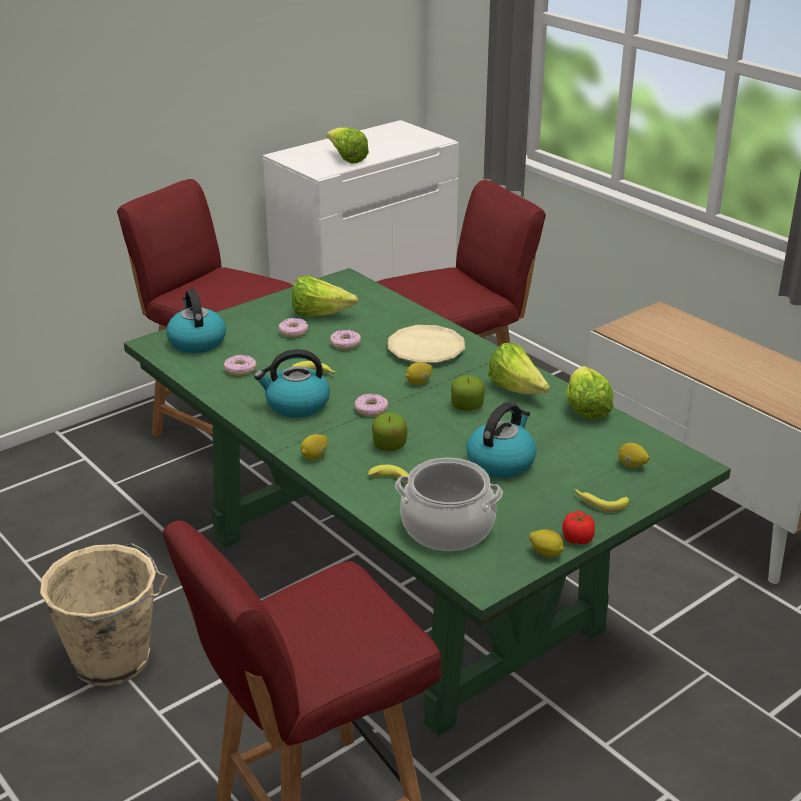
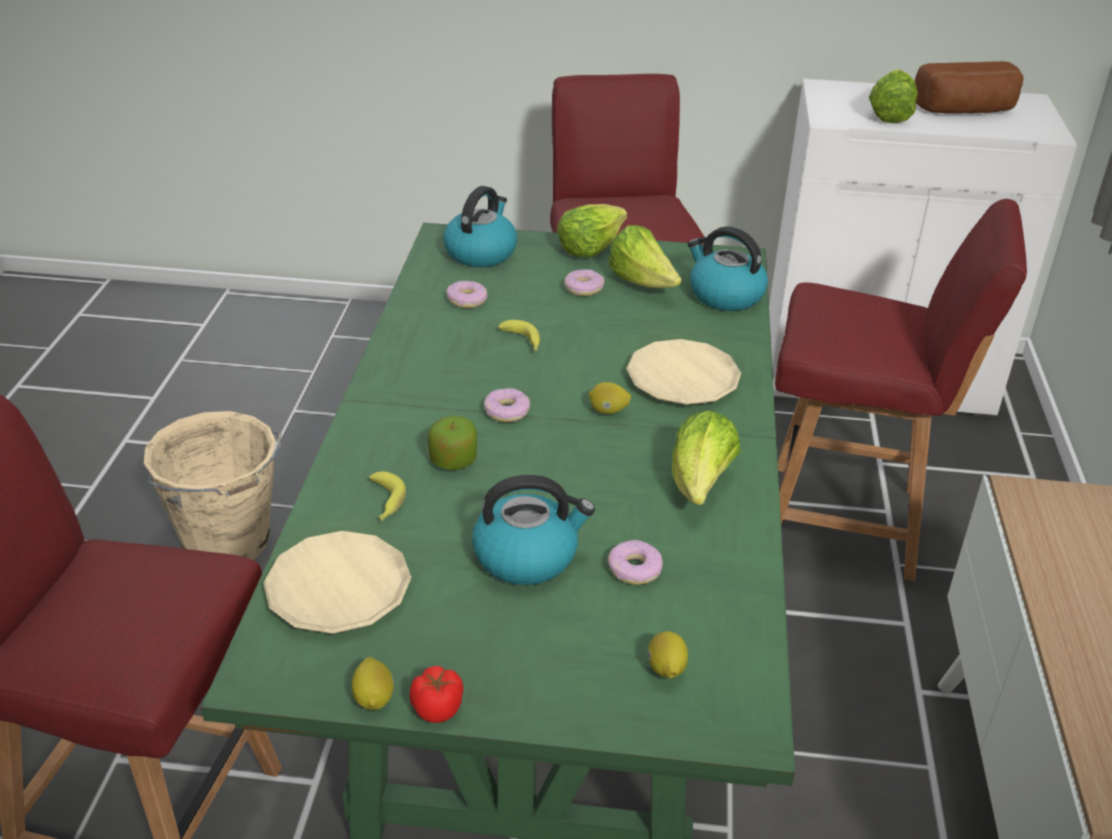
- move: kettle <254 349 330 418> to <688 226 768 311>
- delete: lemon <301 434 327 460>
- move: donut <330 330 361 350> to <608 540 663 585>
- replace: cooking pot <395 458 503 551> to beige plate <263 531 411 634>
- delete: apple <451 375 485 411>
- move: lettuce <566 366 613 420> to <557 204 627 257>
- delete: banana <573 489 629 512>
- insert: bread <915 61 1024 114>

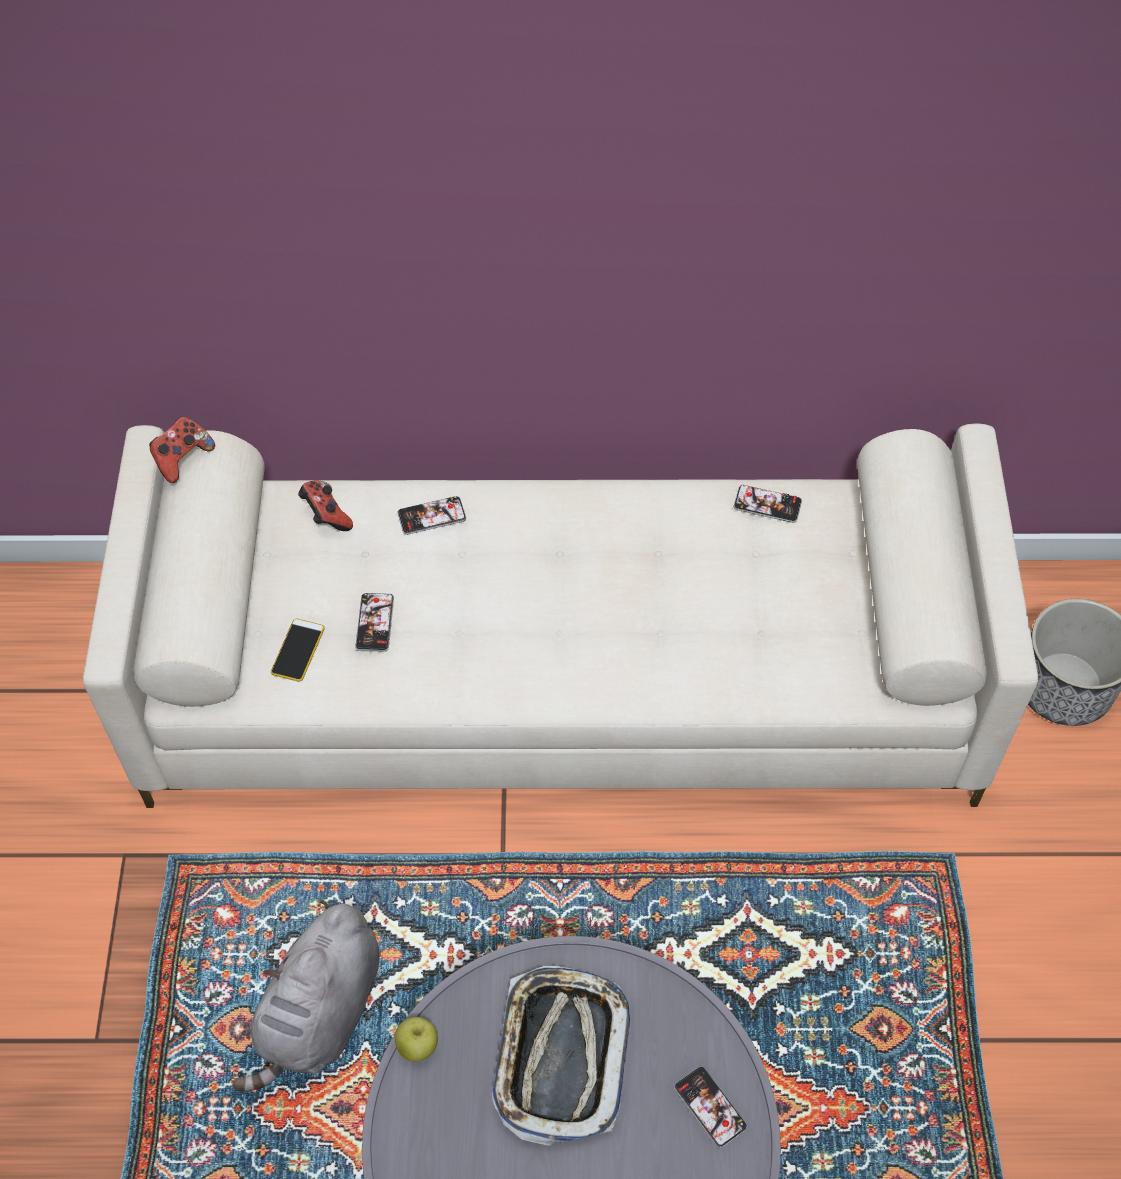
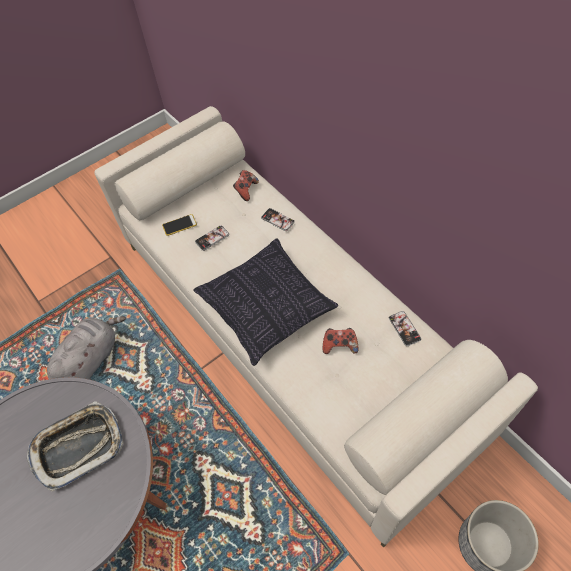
- move: game controller <149 417 215 483> to <323 328 359 354>
- rotate: grey plush toy <233 900 379 1092> = <47 316 126 380> 135 degrees clockwise
- delete: apple <395 1017 438 1061>
- delete: phone <674 1066 747 1148>
- insert: pillow <193 238 338 366>

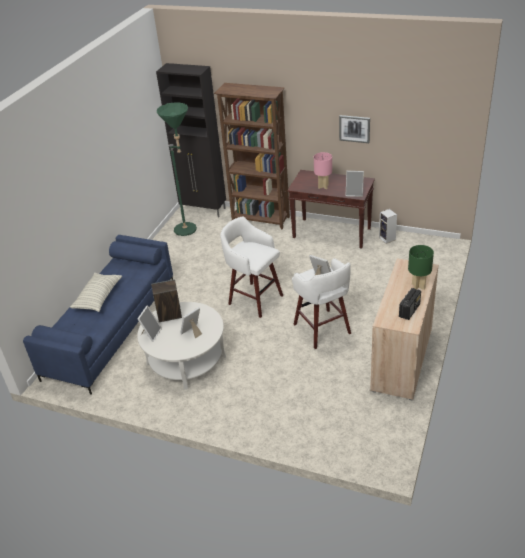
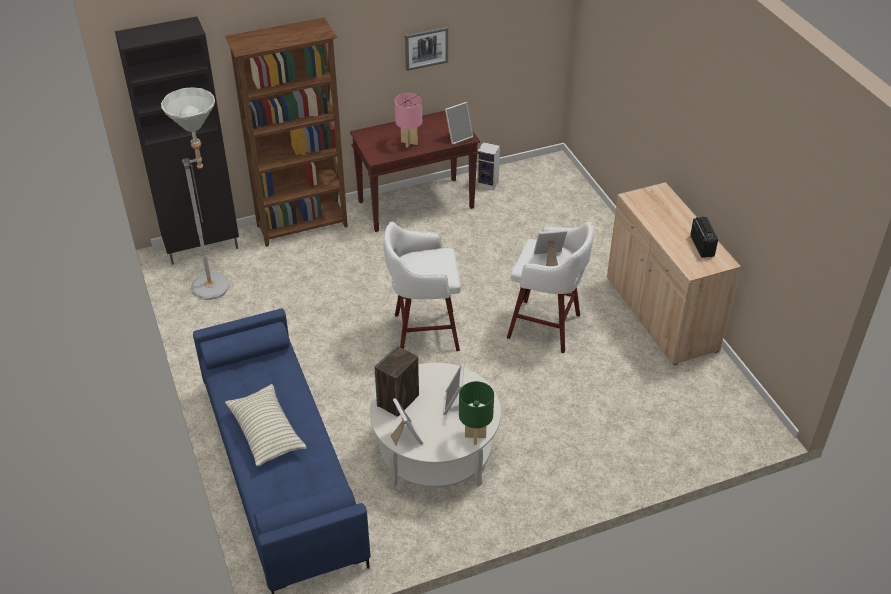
- recolor: green floor lamp <157 102 197 236> to grey floor lamp <161 87 230 300>
- move: green table lamp <408 245 434 290> to <459 381 494 445>

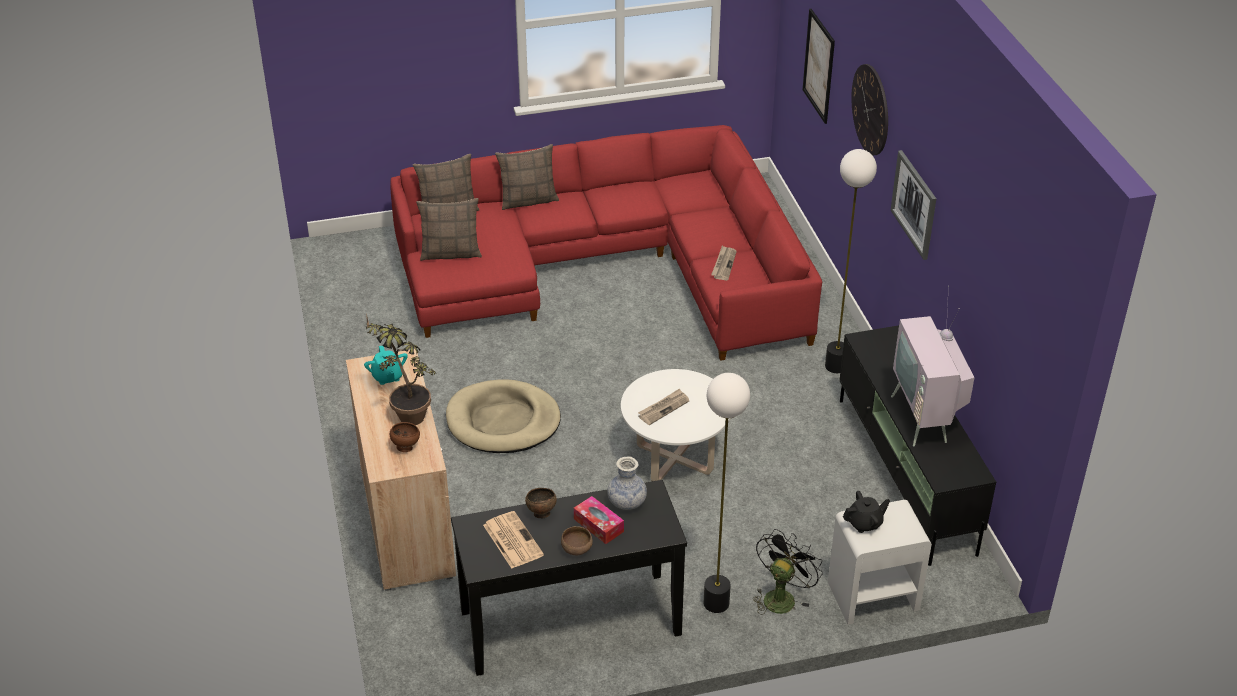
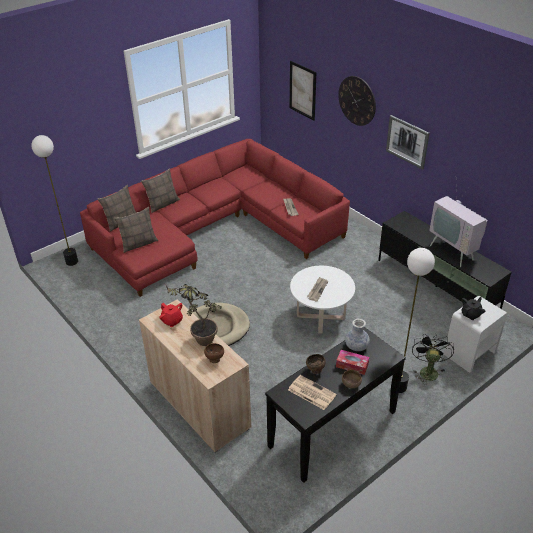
- recolor: turquoise teapot <364 345 408 385> to red teapot <159 303 183 327>
- move: floor lamp <825 149 877 373> to <31 135 78 266>

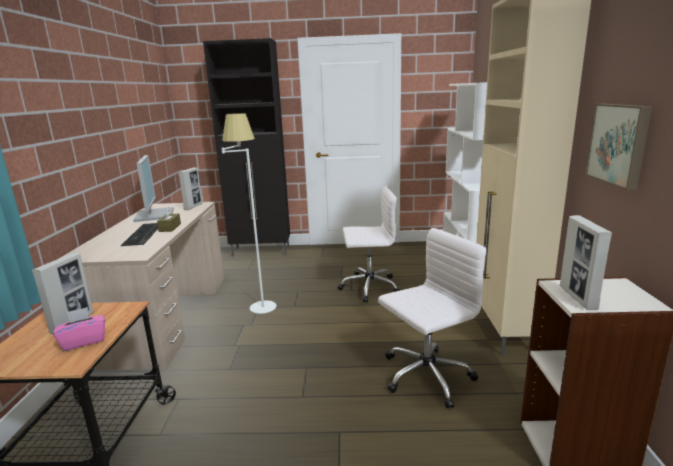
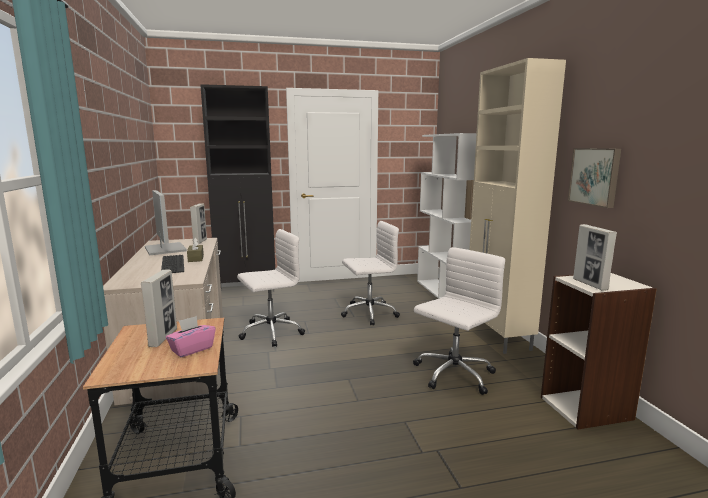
- replace: white floor lamp <222 113 277 314> to white office chair <237 229 305 347>

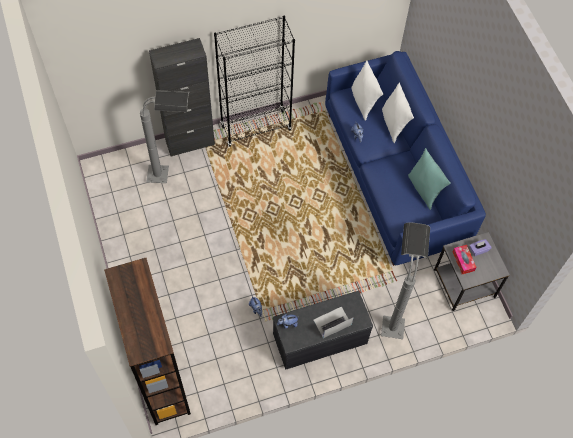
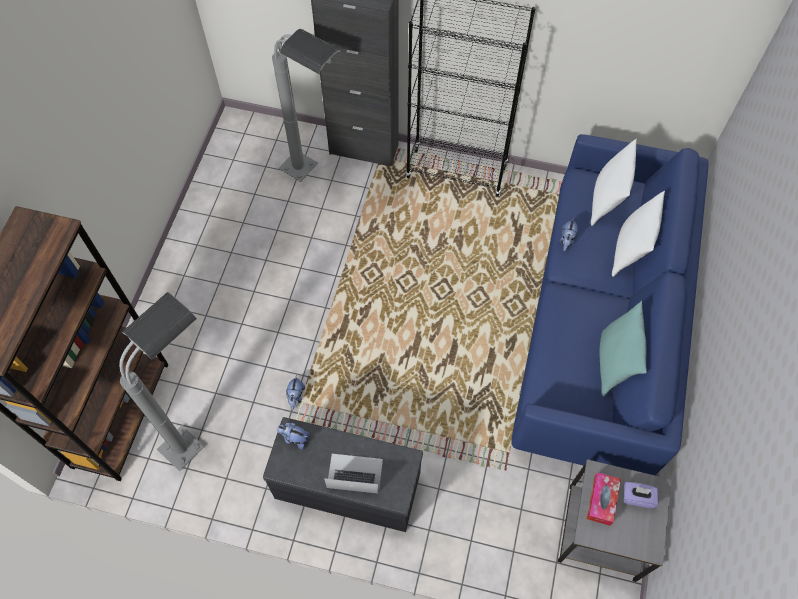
- move: grey floor lamp <381 222 430 339> to <119 292 205 471>

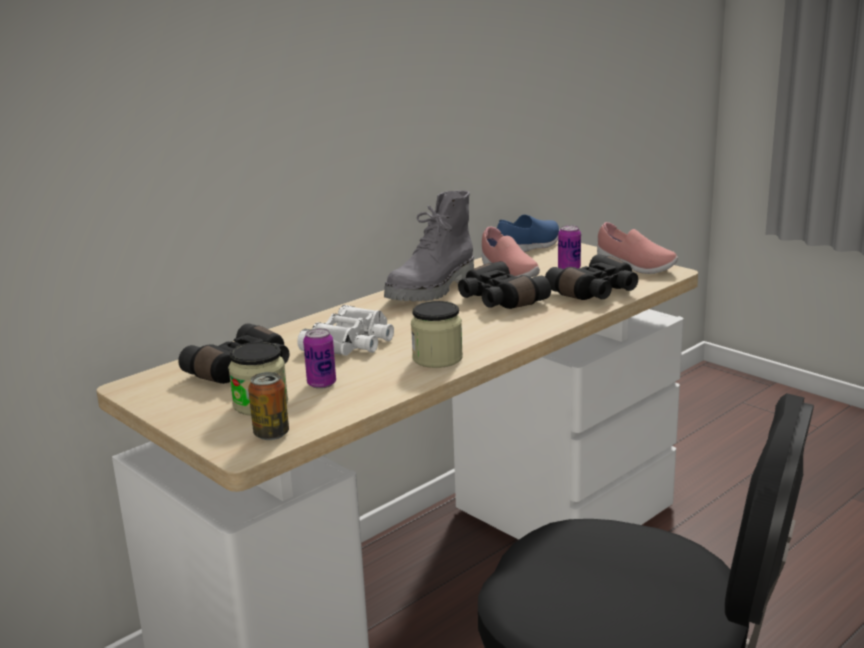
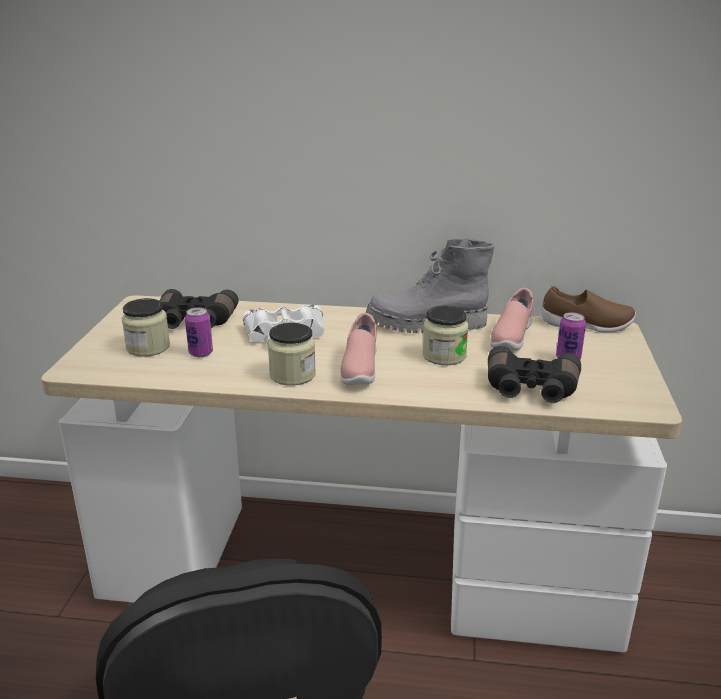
- delete: can <248 372 289 440>
- replace: black binoculars <458 261 551 309> to jar <422 306 468 365>
- recolor: blue shoe <497 215 560 252> to brown shoe <542 286 636 333>
- move: pink shoe <597 222 678 274> to <340 313 377 385>

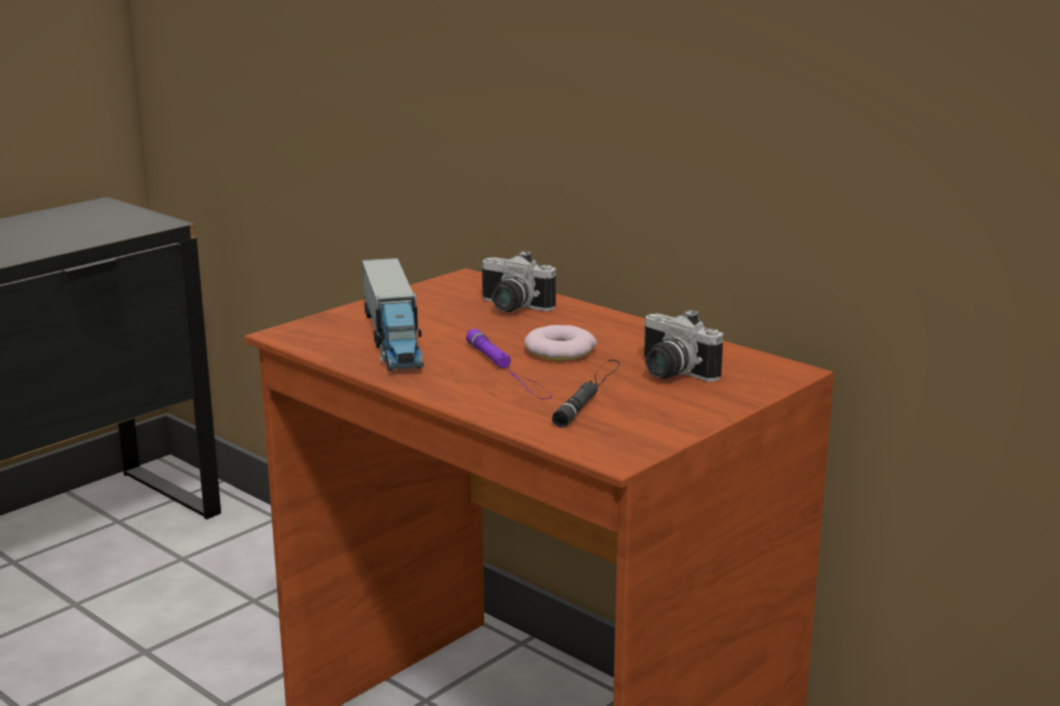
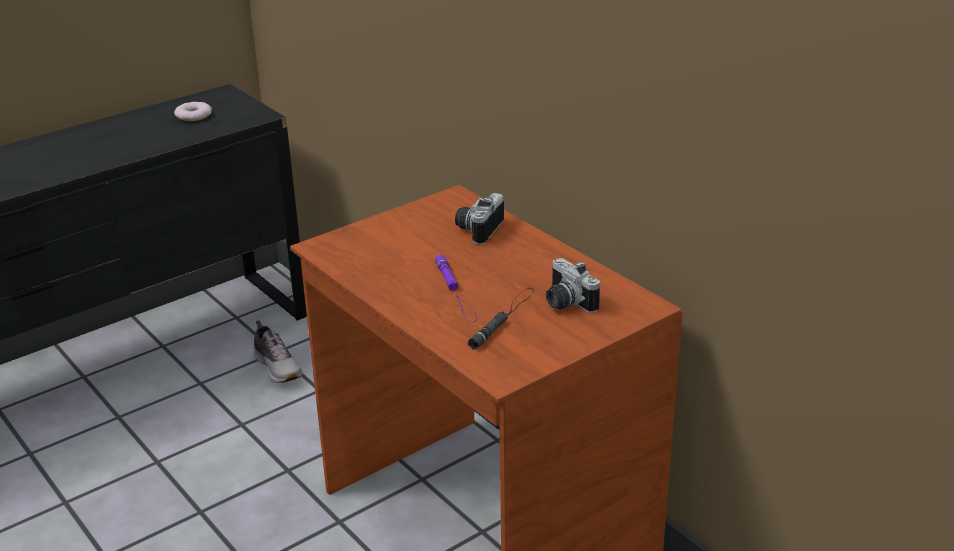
- delete: toy truck <362 258 424 371>
- rotate: photo camera <481 250 556 312> = <455 193 504 245> 75 degrees clockwise
- move: donut <525 325 597 361> to <174 102 212 121>
- insert: shoe <254 320 302 383>

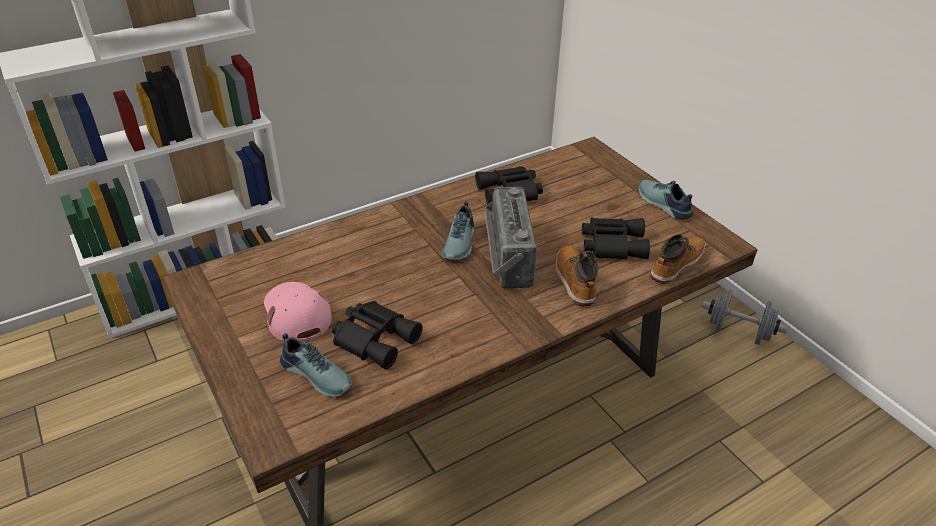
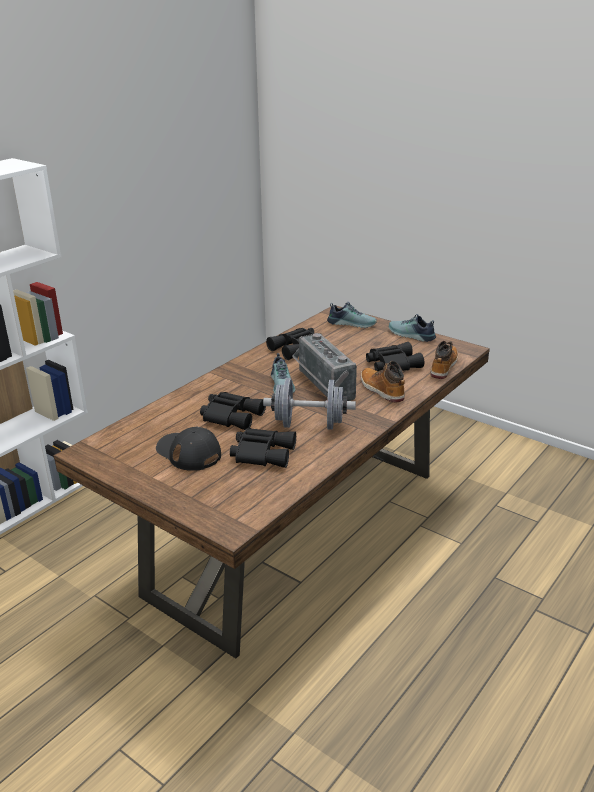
- recolor: pink cap <264 282 332 342> to black cap <156 426 221 471>
- move: shoe <280 333 352 397> to <327 302 377 328>
- move: grey dumbbell <702 289 788 345> to <263 378 356 430>
- insert: black binoculars <200 392 266 430>

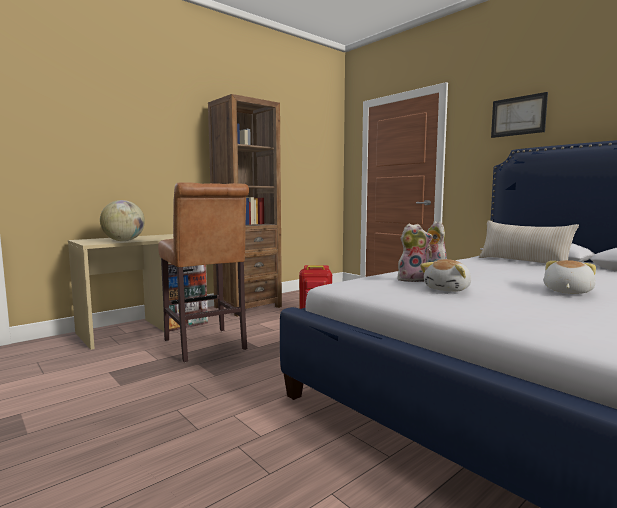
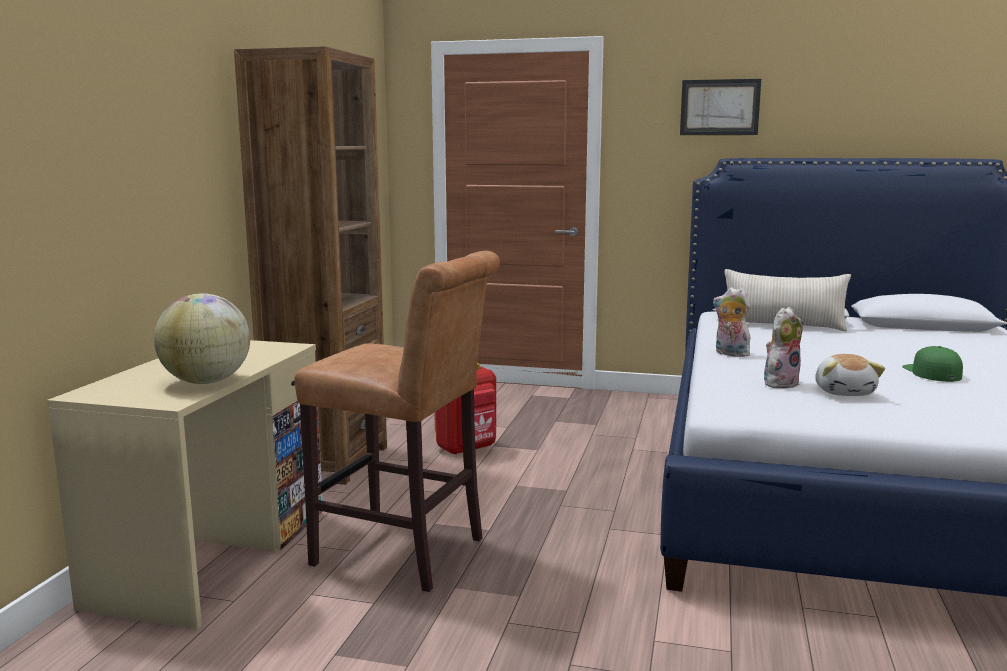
- replace: plush toy <544 260 596 294> to green cap <902 346 963 382>

